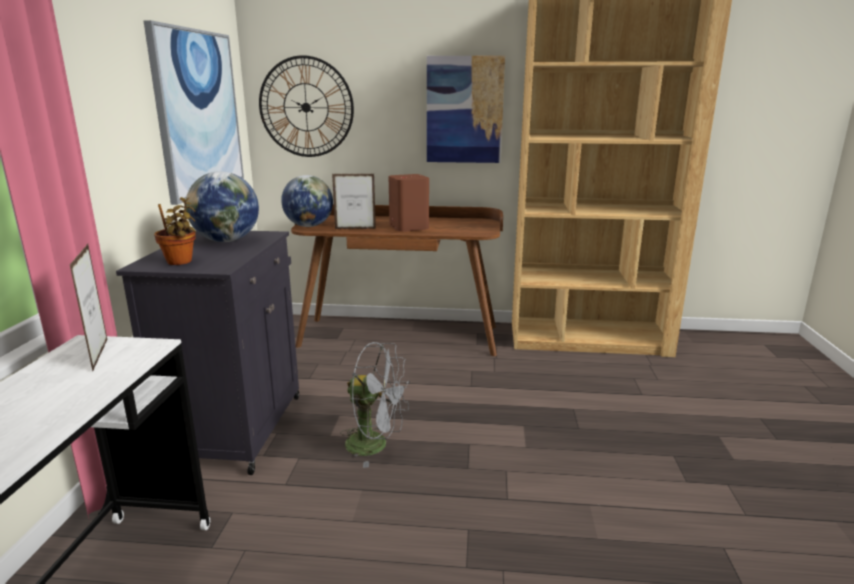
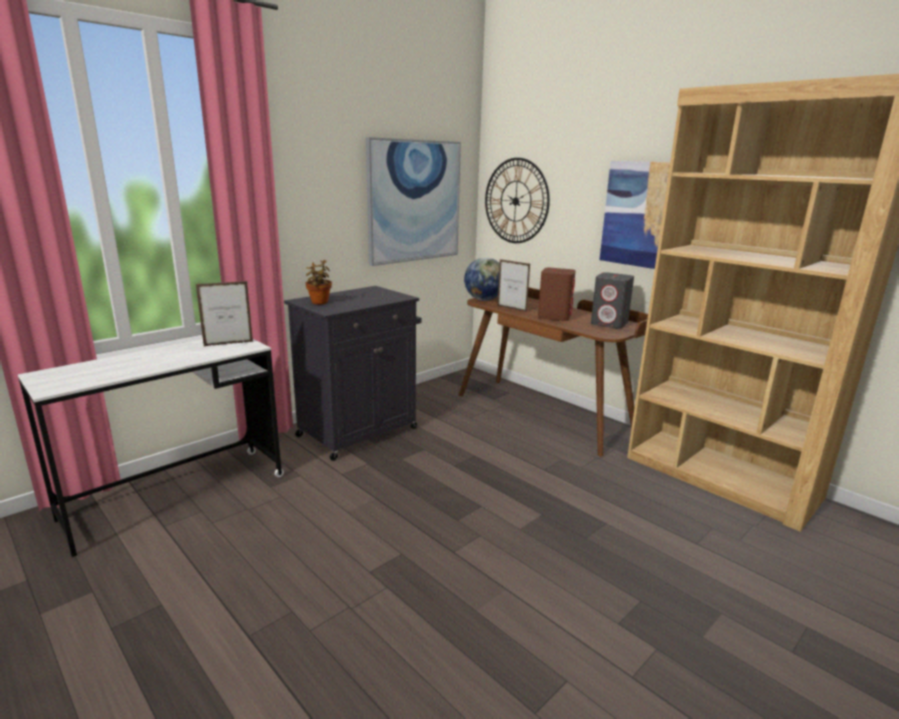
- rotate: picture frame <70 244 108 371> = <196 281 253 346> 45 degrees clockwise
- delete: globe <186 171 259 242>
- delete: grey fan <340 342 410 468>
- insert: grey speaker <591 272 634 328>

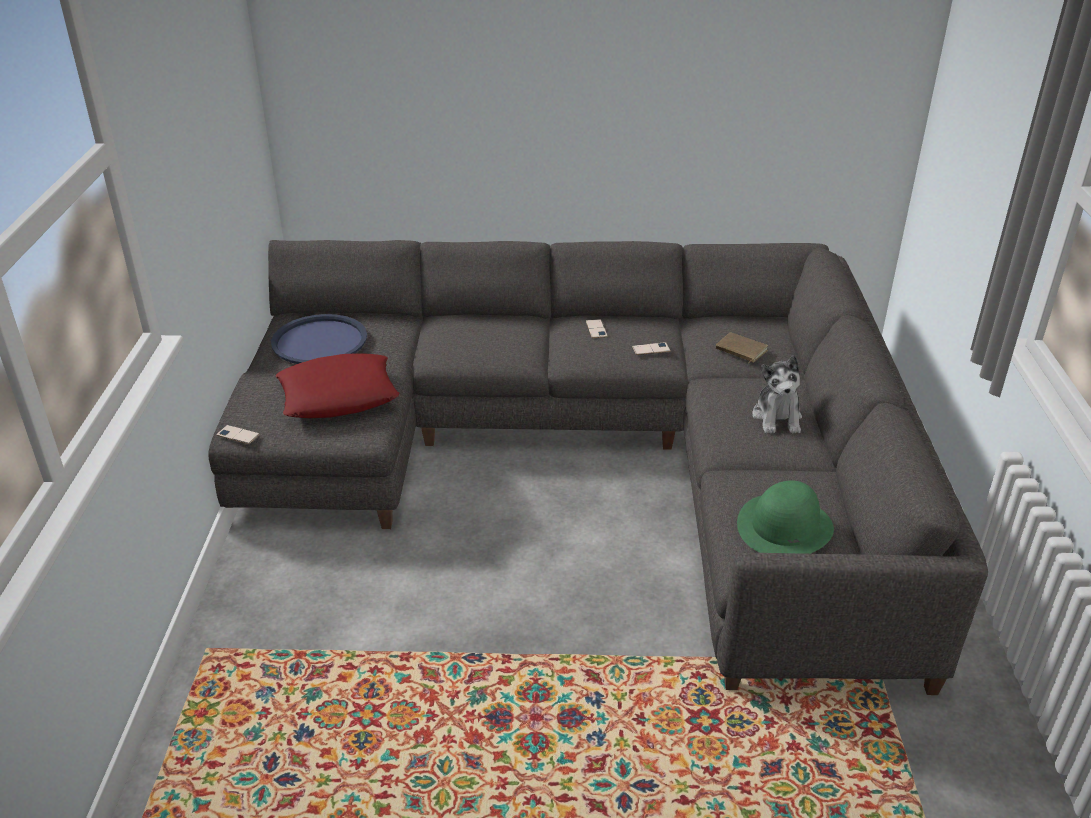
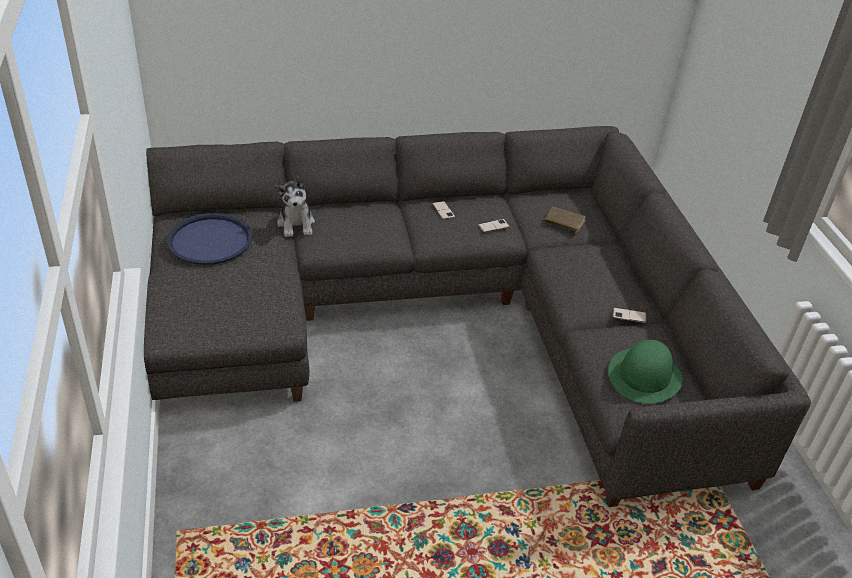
- move: phone <216 425 260 444> to <613 308 646 323>
- delete: red pillow <276 353 399 418>
- move: plush toy <752 355 802 434> to <275 177 315 237>

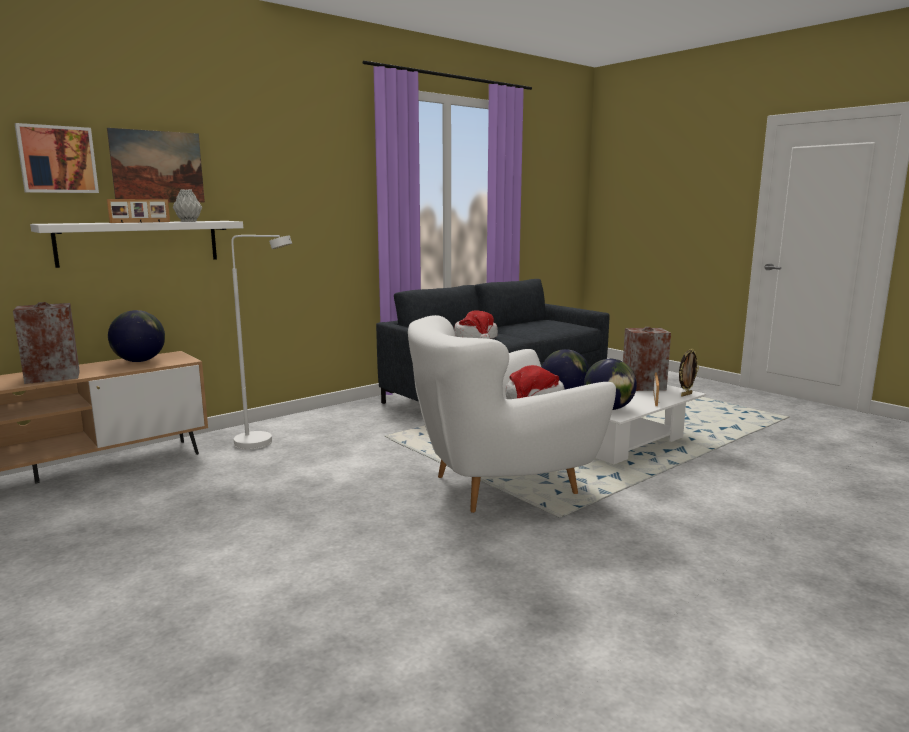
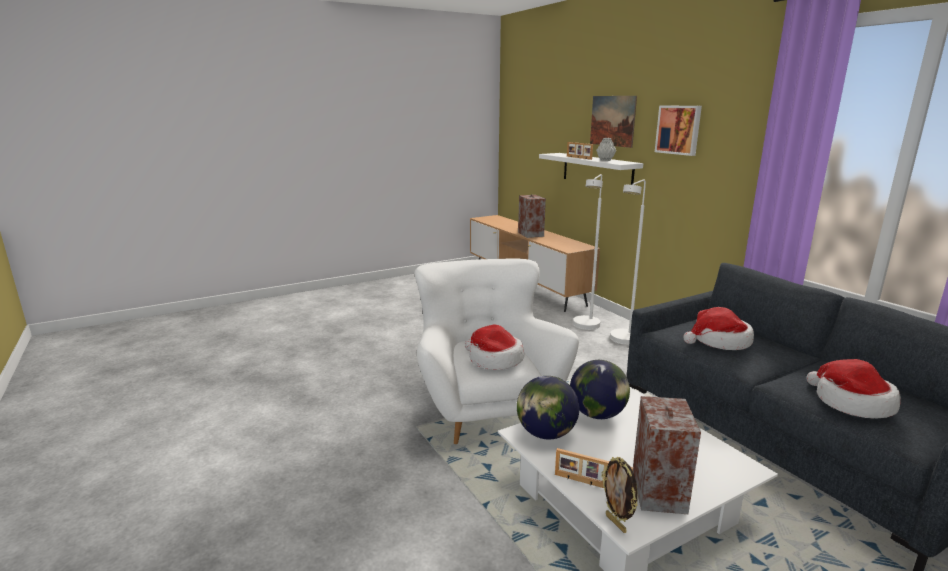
- move: picture <15 123 99 193> to <655 105 702 156>
- delete: globe <108 310 165 362>
- insert: white floor lamp <610 180 646 345>
- insert: hat <807 359 901 419>

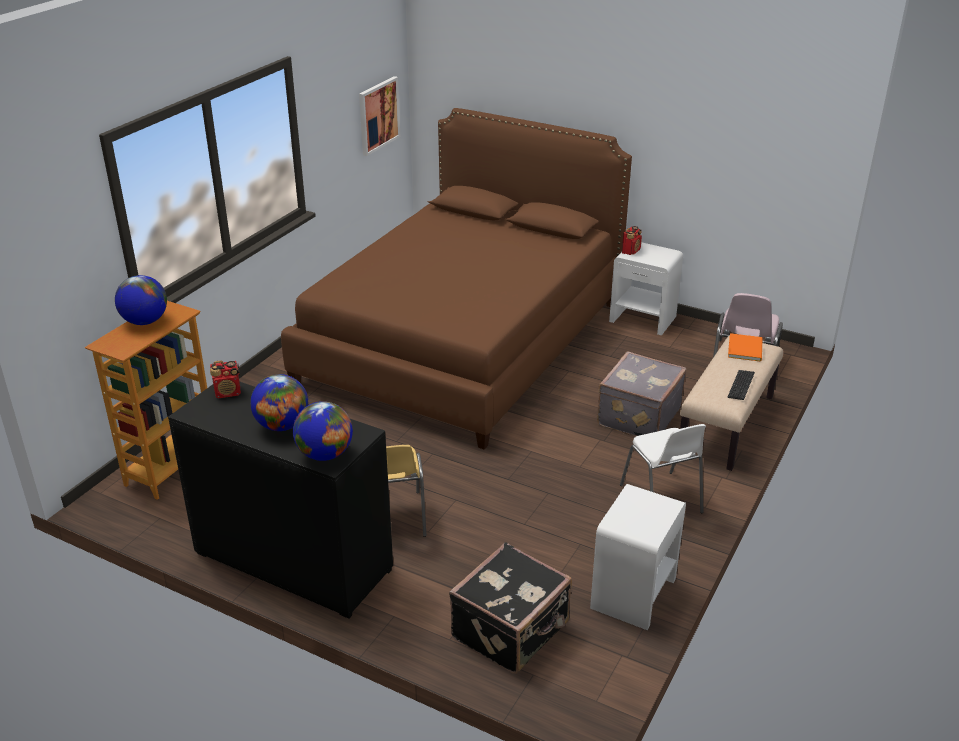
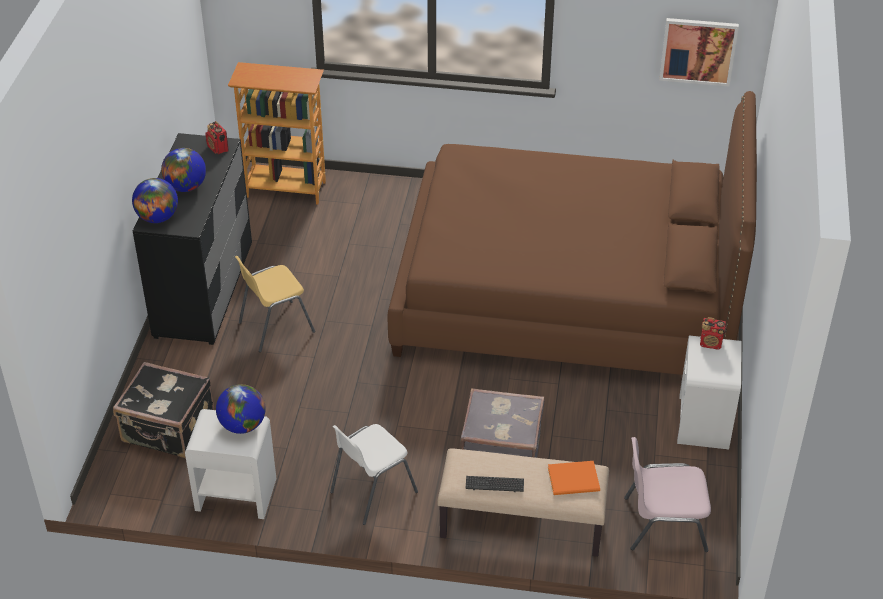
- move: globe <115 275 167 325> to <216 384 266 434>

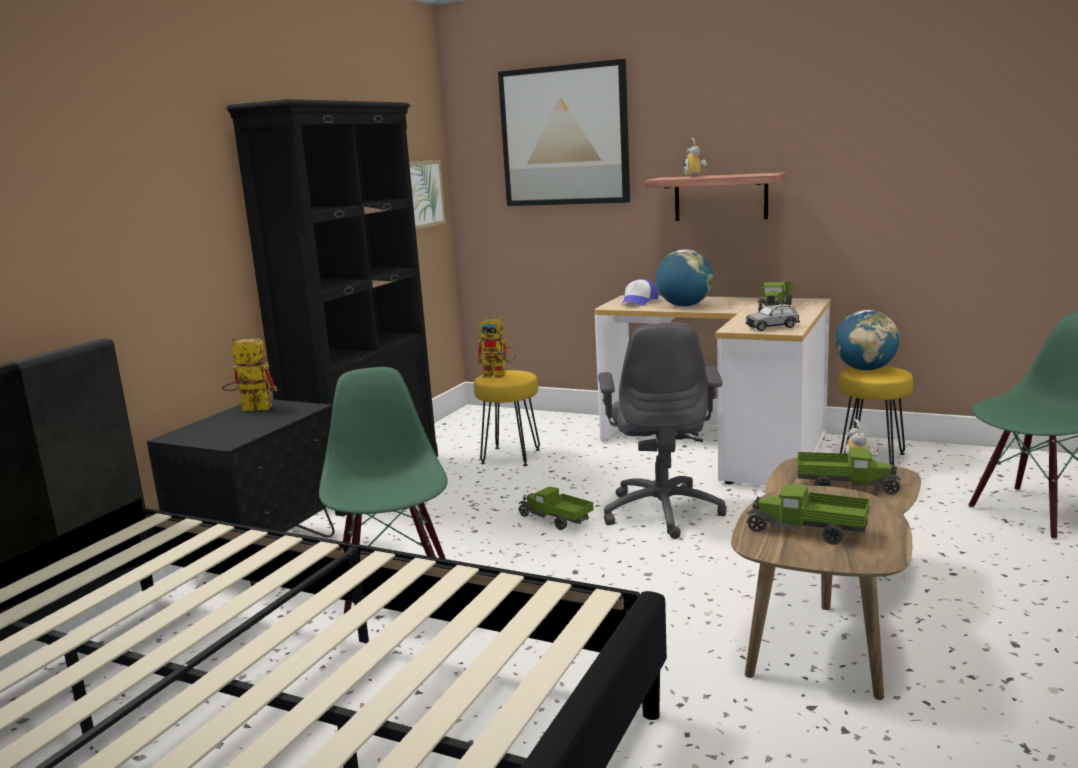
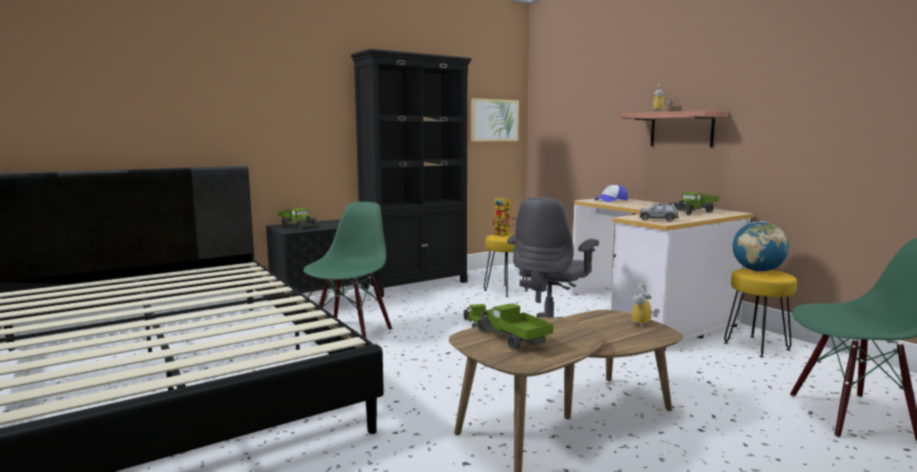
- delete: toy robot <222 337 278 411>
- delete: picture <498 59 630 206>
- delete: globe <656 249 713 307>
- move: toy truck <797 448 902 495> to <278 208 317 230>

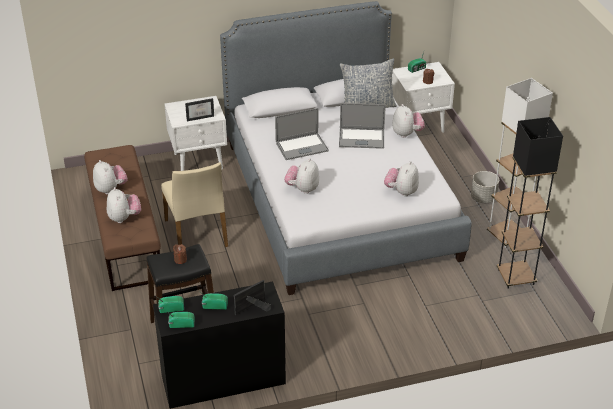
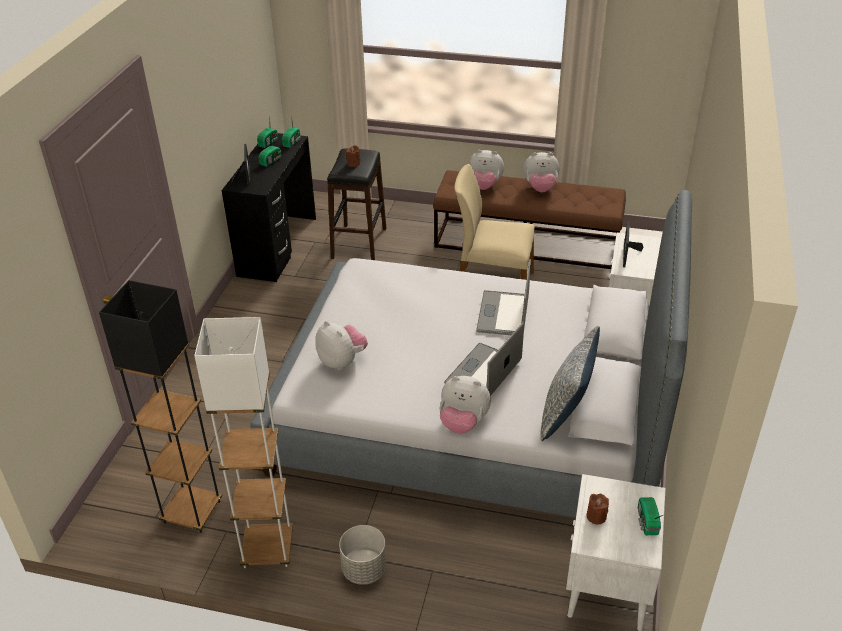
- delete: plush toy <284 158 319 194>

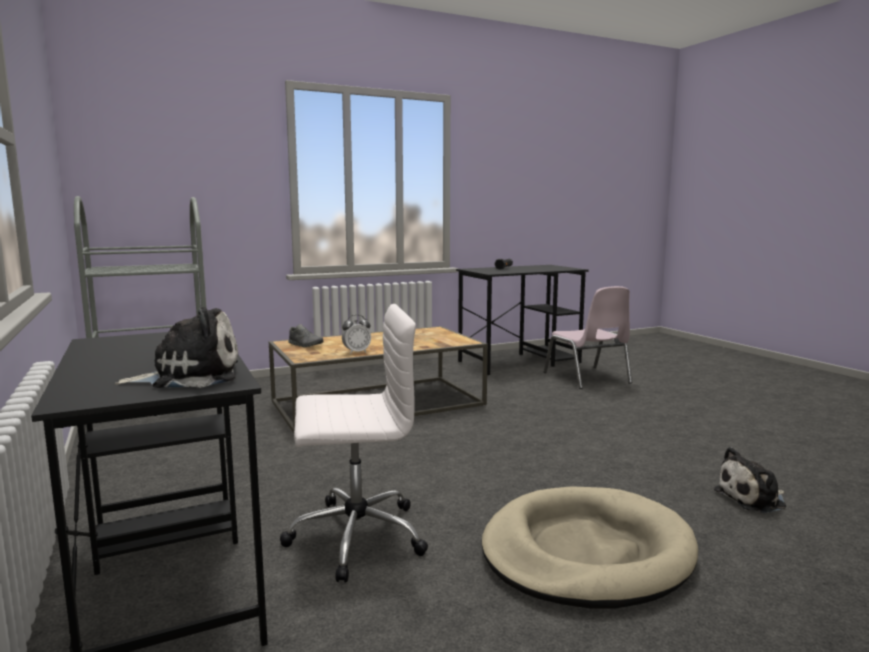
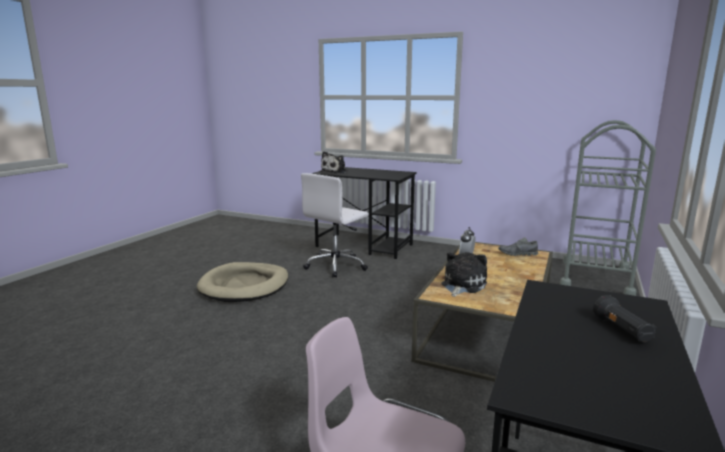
- move: plush toy <714 447 787 513> to <441 252 487 297>

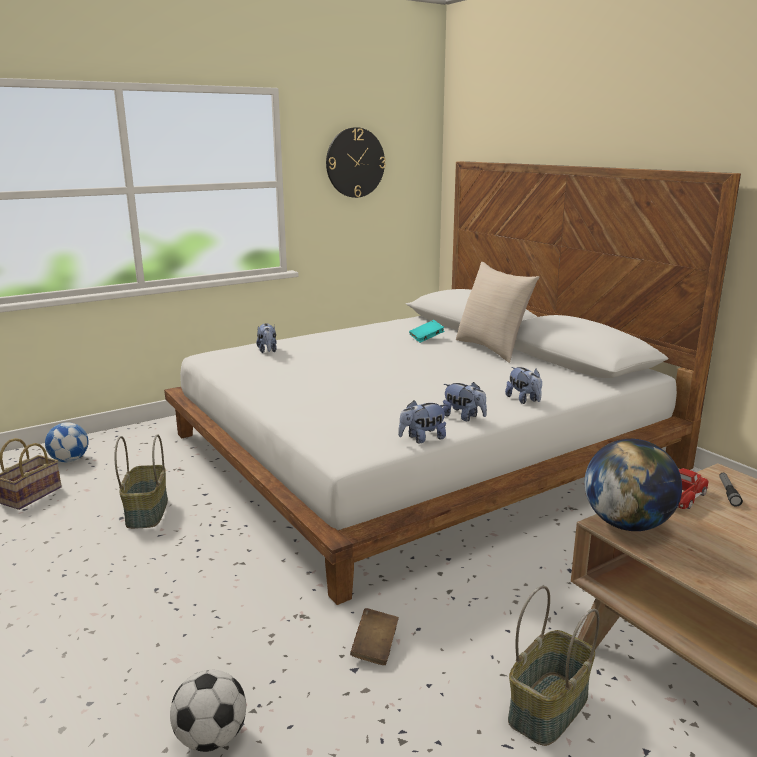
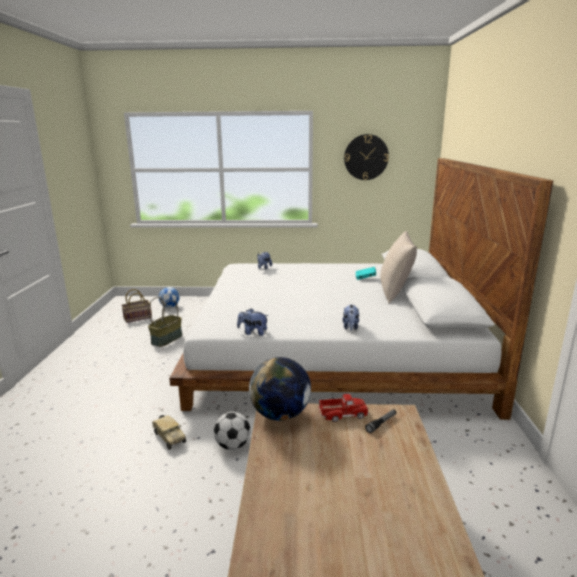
- move: football <170 670 246 752> to <214 412 250 450>
- replace: brown book <350 608 399 665> to toy truck <152 415 186 450>
- delete: plush toy <443 382 487 421>
- delete: basket <508 586 600 746>

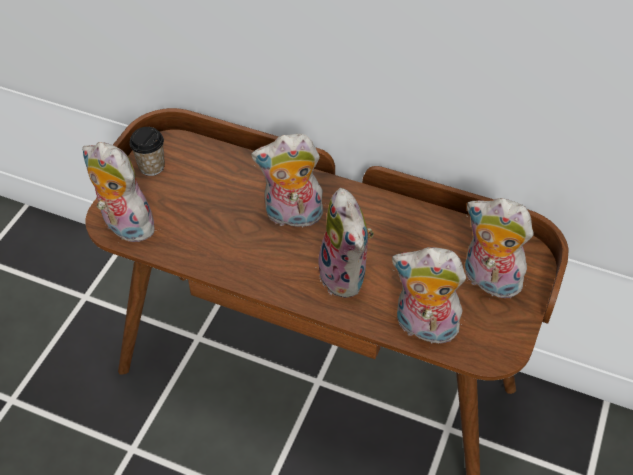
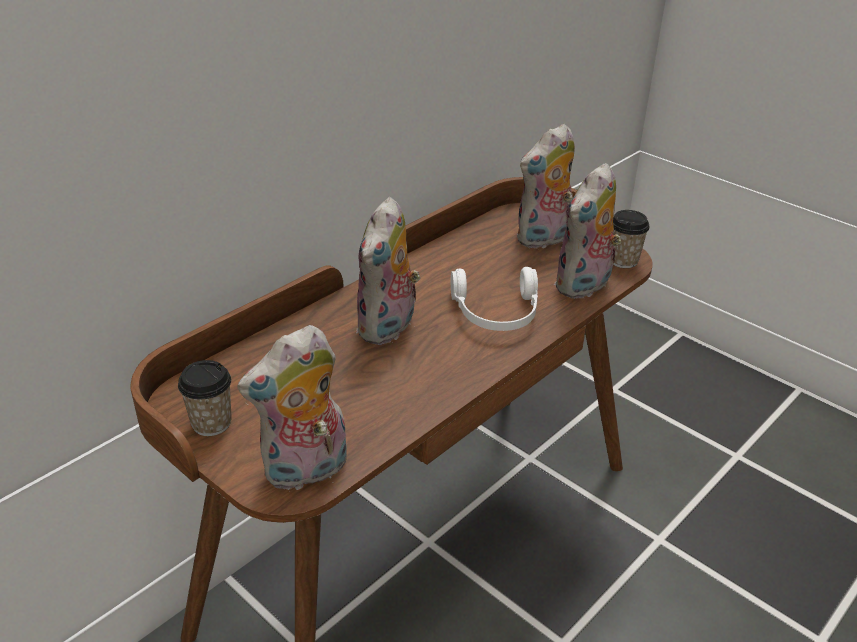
- replace: plush toy <318 188 374 298> to white headphones <451 267 538 331>
- insert: cup <613 210 650 268>

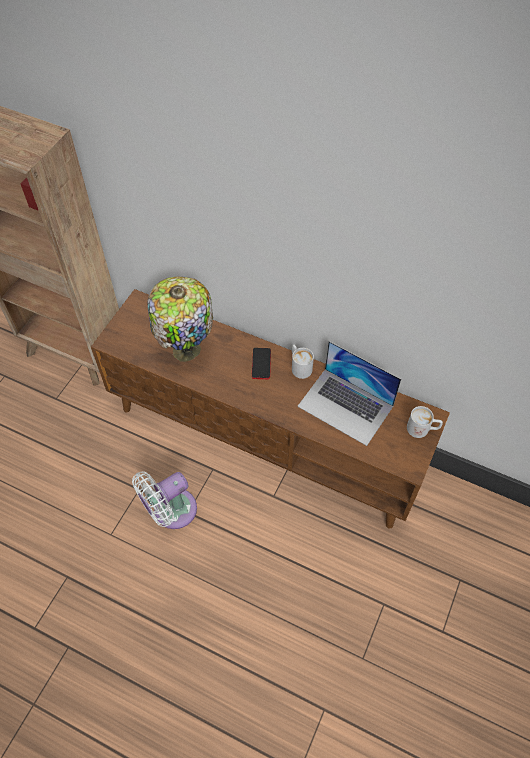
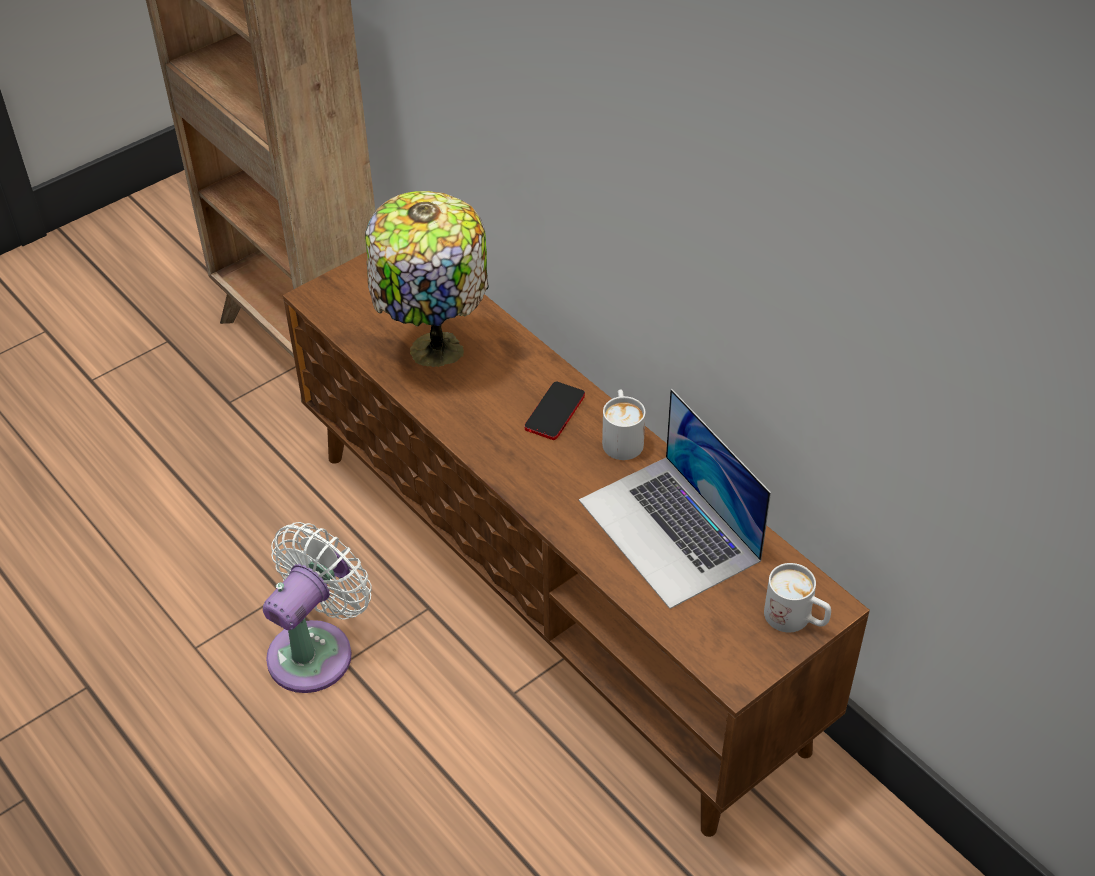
- rotate: white fan <132 472 197 529> = <263 522 372 693> 135 degrees clockwise

